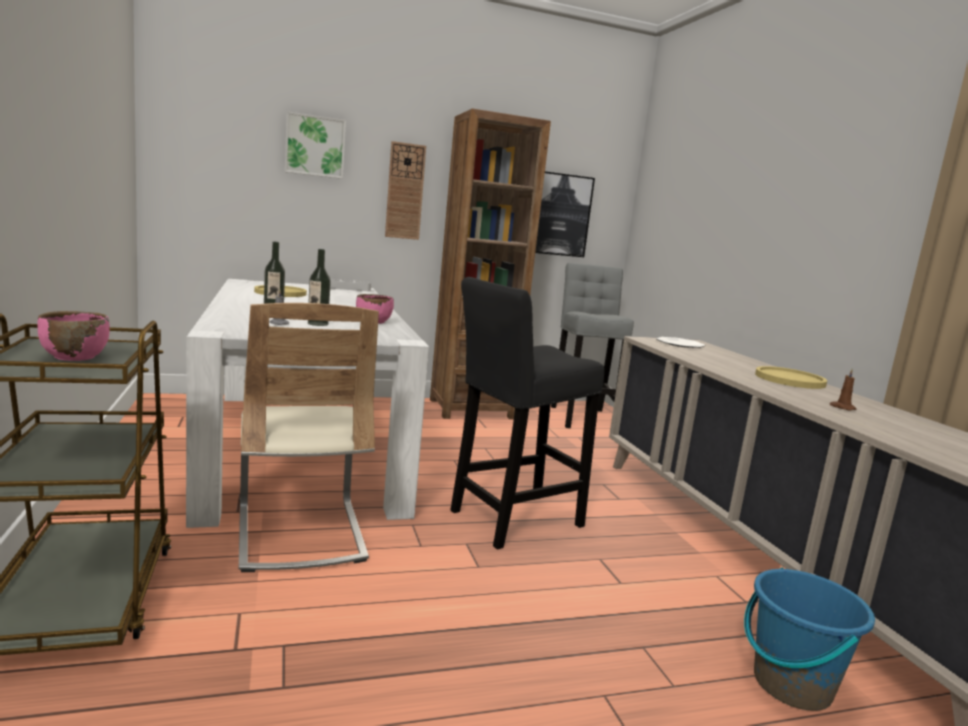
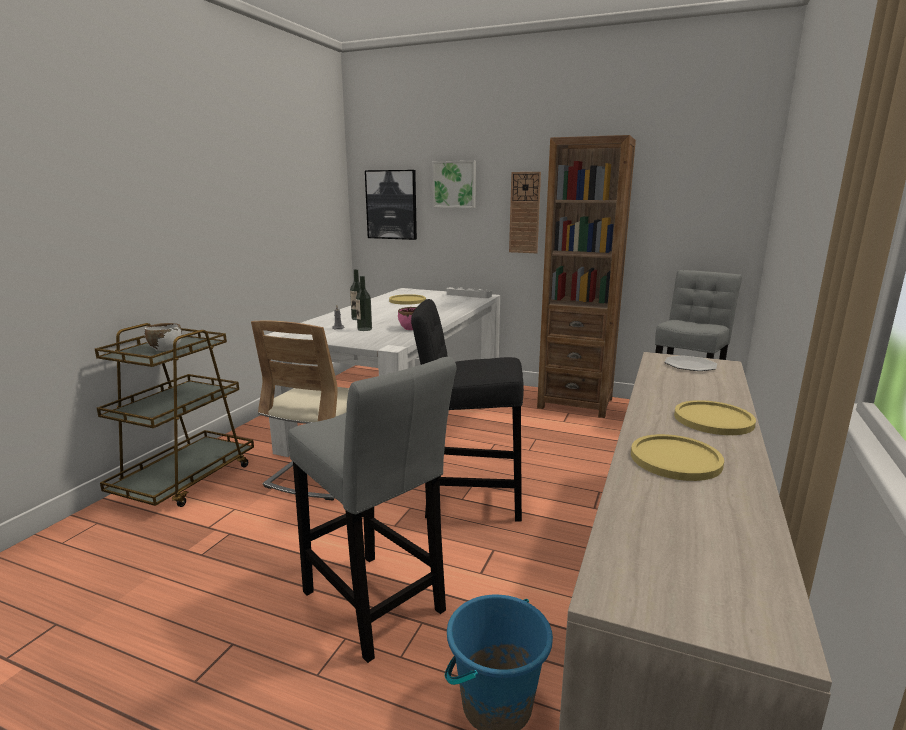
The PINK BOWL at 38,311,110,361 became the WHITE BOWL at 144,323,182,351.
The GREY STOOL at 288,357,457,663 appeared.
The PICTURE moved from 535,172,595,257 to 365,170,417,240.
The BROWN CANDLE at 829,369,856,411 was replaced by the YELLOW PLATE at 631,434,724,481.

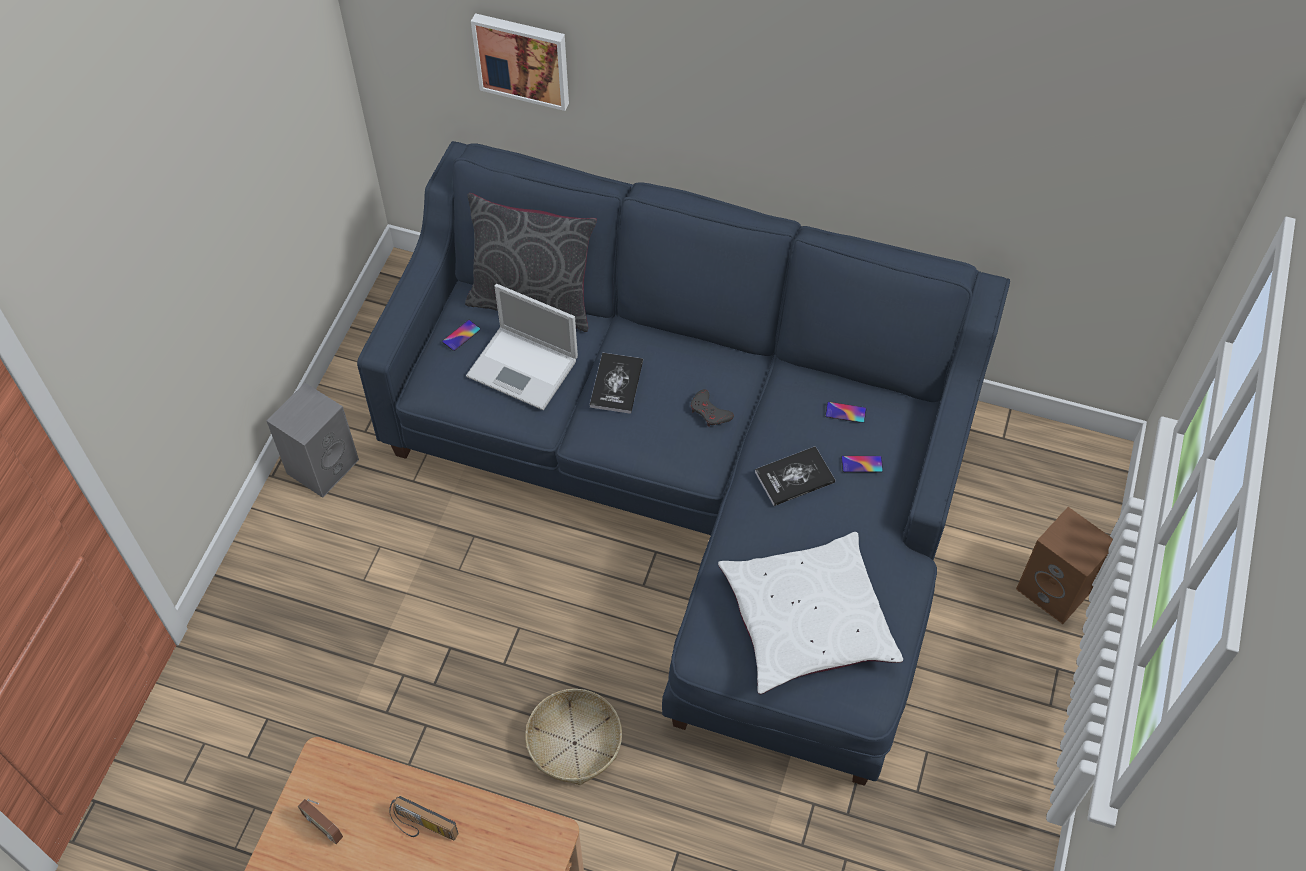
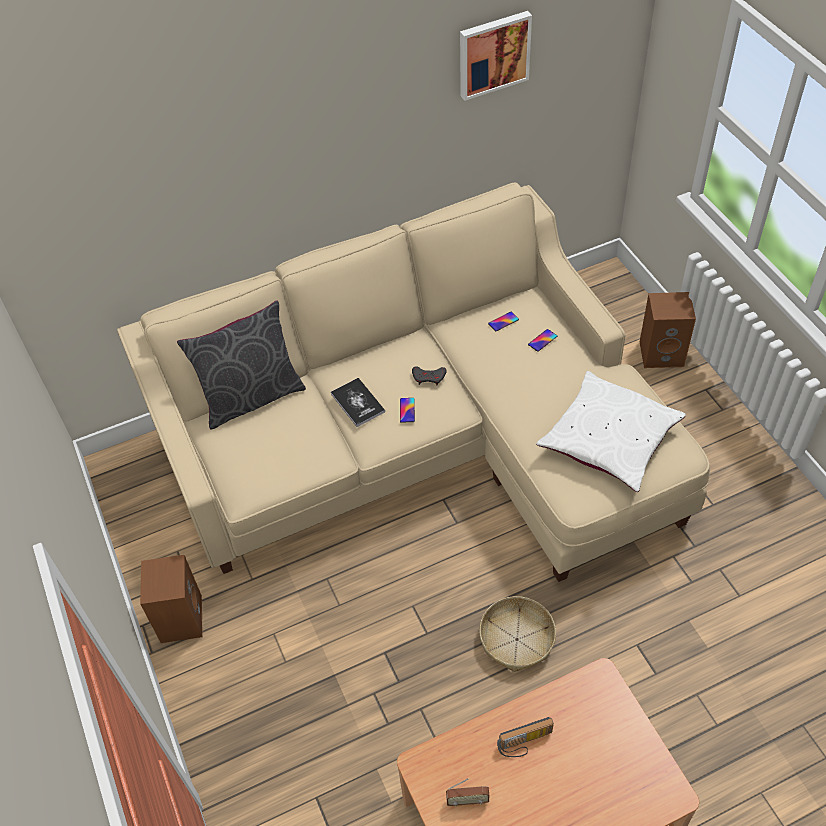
The BLUE SOFA at 357,141,1010,786 became the BEIGE SOFA at 117,183,710,582.
The GREY SPEAKER at 267,383,359,498 became the BROWN SPEAKER at 140,555,203,643.
The PHONE moved from 442,320,481,351 to 400,398,415,423.
The PICTURE moved from 471,13,569,111 to 460,11,532,101.
The LAPTOP at 466,284,578,410 disappeared.
The BOOK at 755,446,835,506 disappeared.

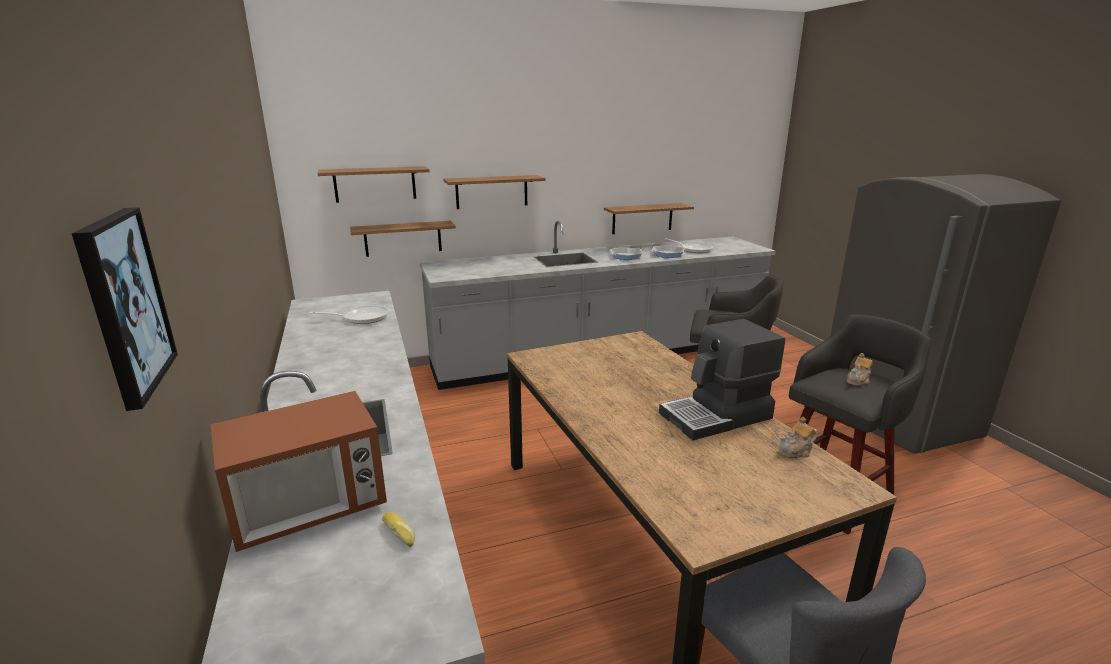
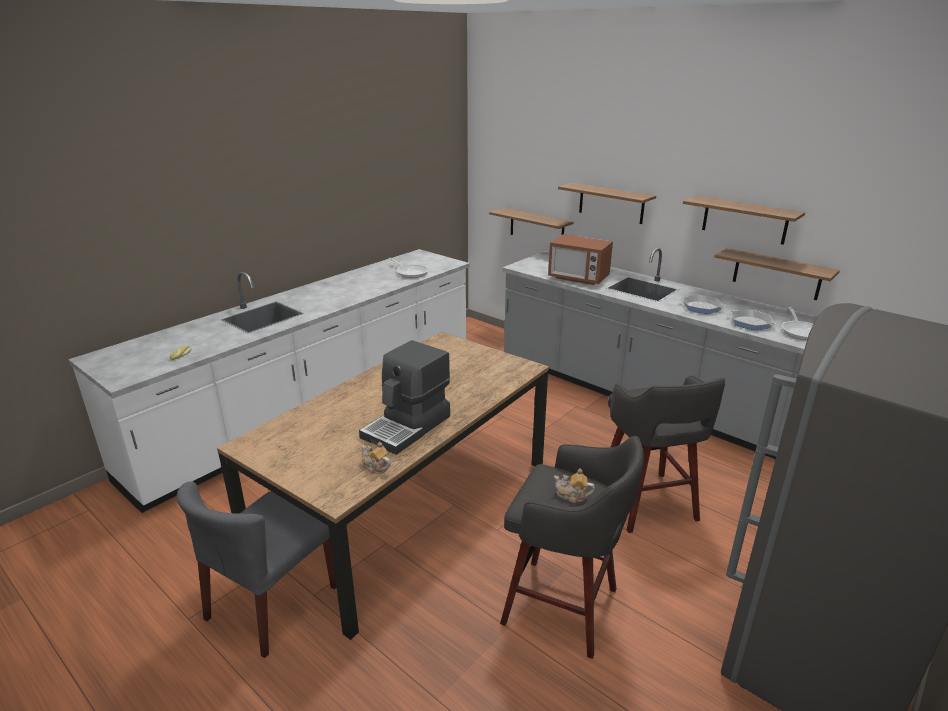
The COFFEE MACHINE at 659,319,785,440 turned 90 degrees counterclockwise.
The MICROWAVE moved from 211,391,387,552 to 548,234,613,285.
The SHELF moved from 318,166,430,203 to 683,196,805,245.
The PICTURE at 72,207,178,411 disappeared.

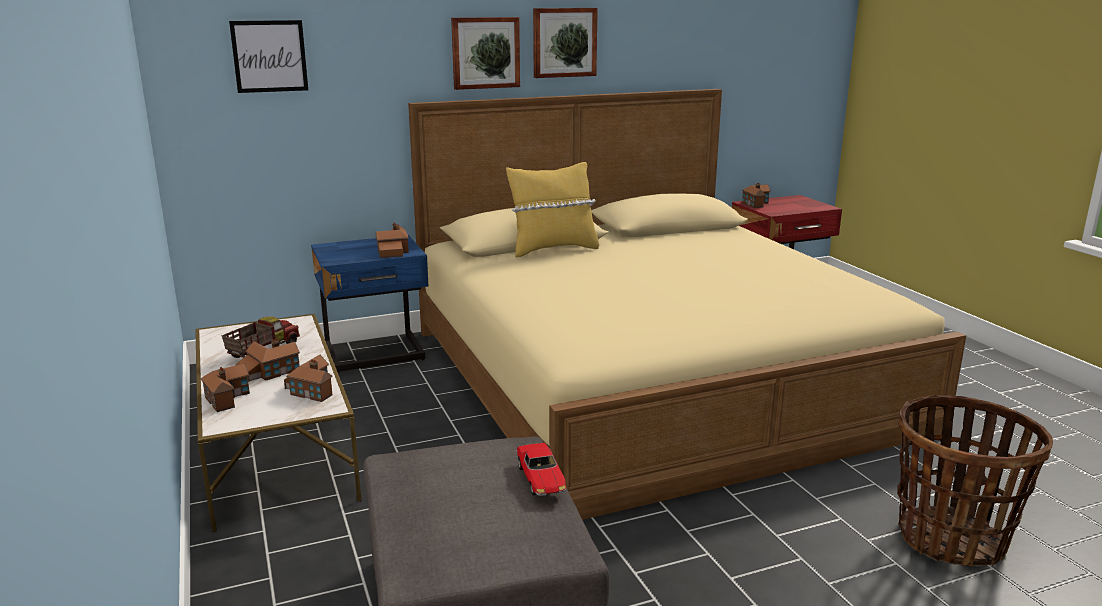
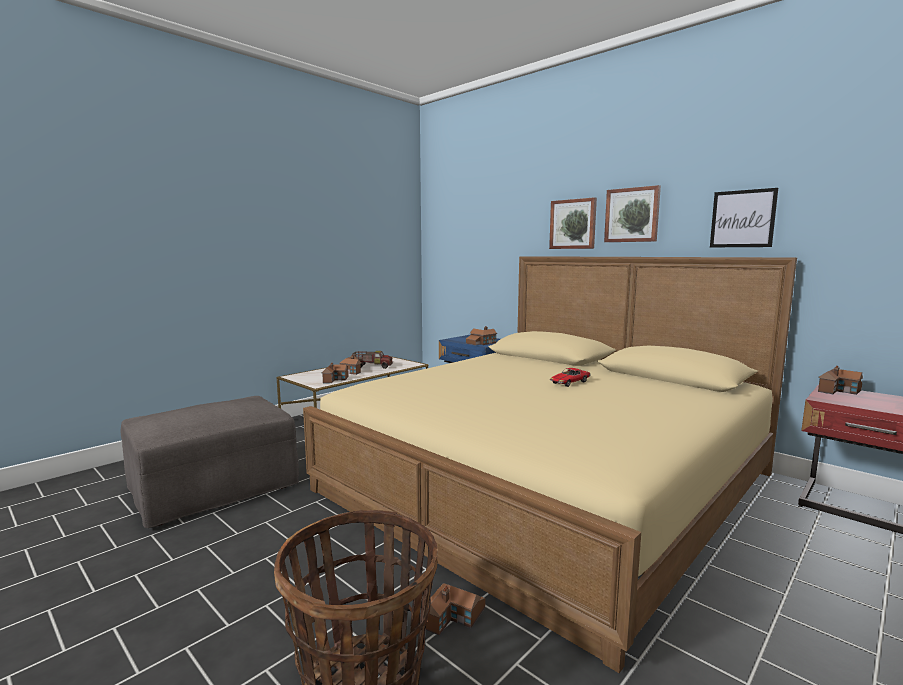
The TOY HOUSE moved from 200,363,250,412 to 426,583,485,635.
The TOY CAR moved from 516,443,566,496 to 550,368,591,387.
The PICTURE moved from 229,20,308,93 to 710,188,778,247.
The YELLOW PILLOW at 506,162,599,257 disappeared.

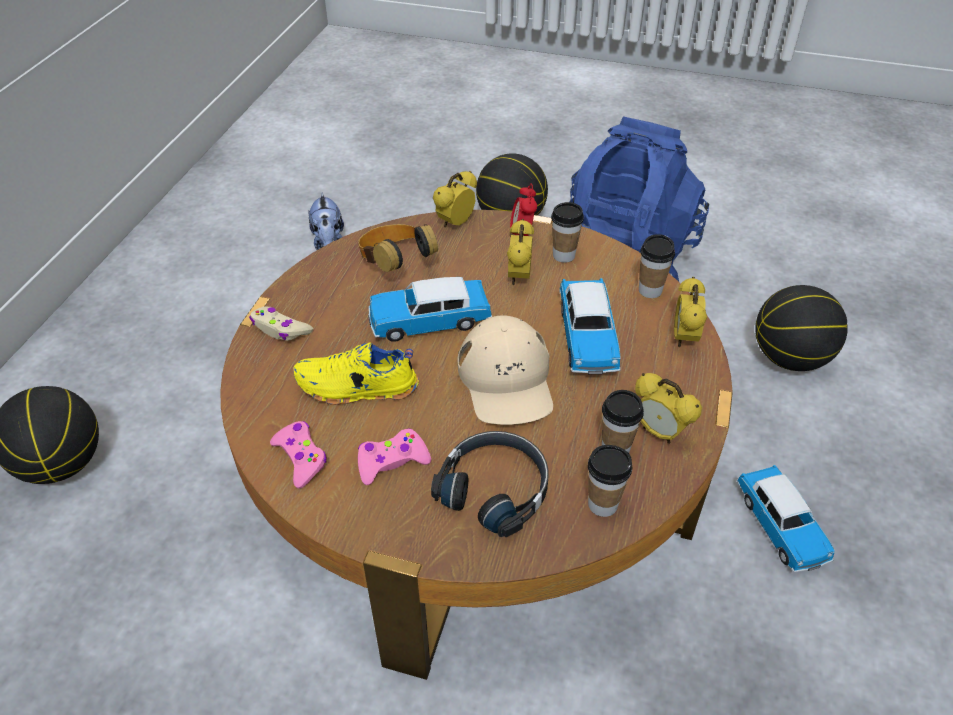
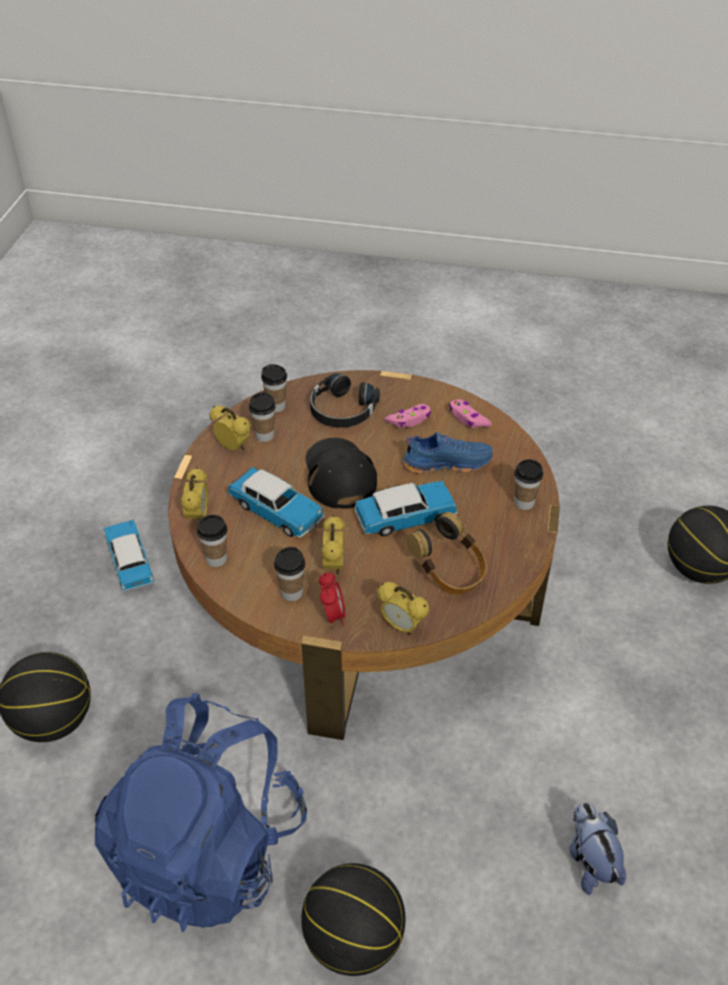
The TOY CAR at 560,278,621,374 turned 135 degrees clockwise.
The BEIGE CAP at 457,315,553,425 became the BLACK CAP at 305,438,377,509.
The ALARM CLOCK at 433,171,477,227 turned 90 degrees clockwise.
The YELLOW SHOE at 293,342,419,405 became the BLUE SHOE at 403,432,493,474.
The BEIGE GAME CONTROLLER at 249,307,313,341 was replaced by the CUP at 514,459,543,510.

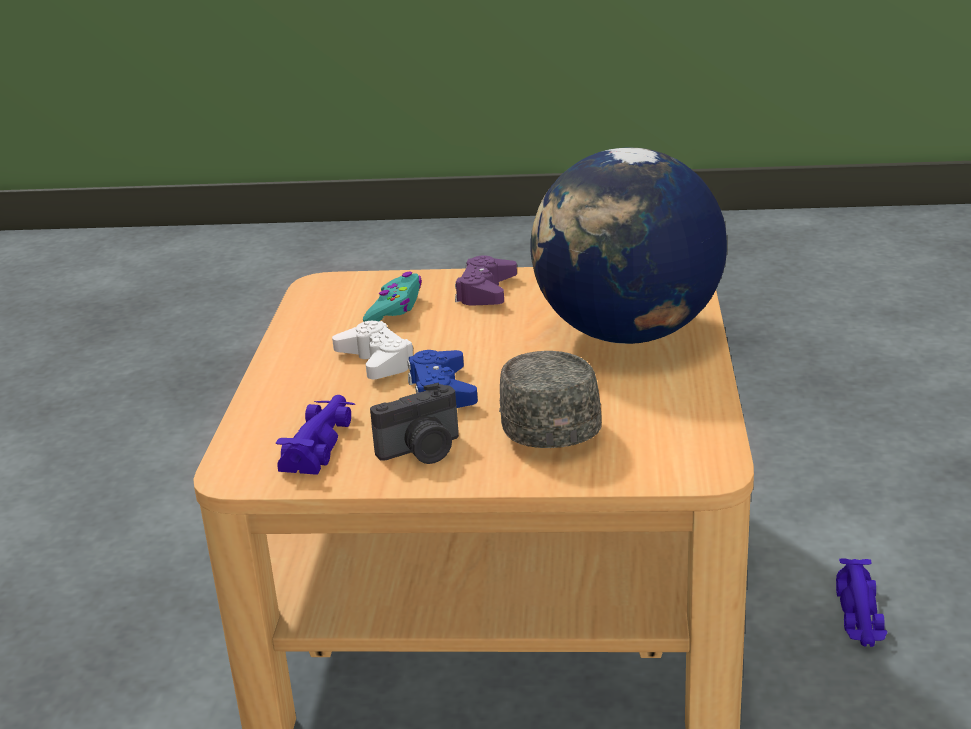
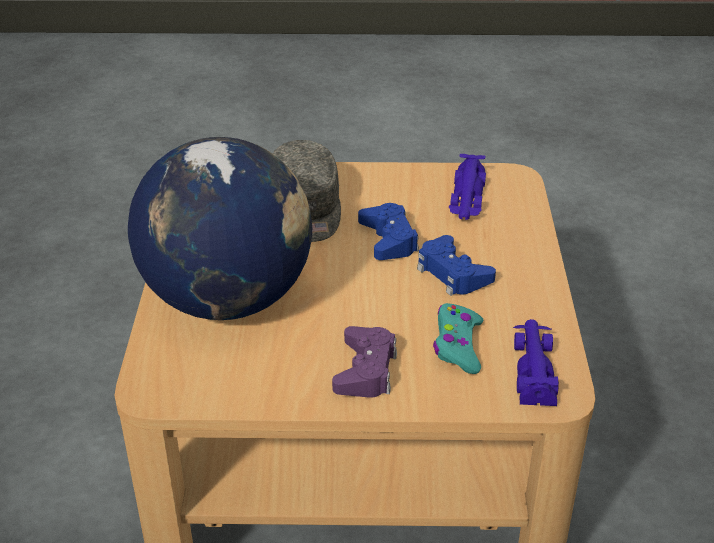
The WHITE GAME CONTROLLER at 332,321,413,379 became the BLUE GAME CONTROLLER at 417,235,496,296.
The PURPLE TOY CAR moved from 836,558,887,647 to 513,319,559,406.
The PHOTO CAMERA at 370,383,459,464 disappeared.

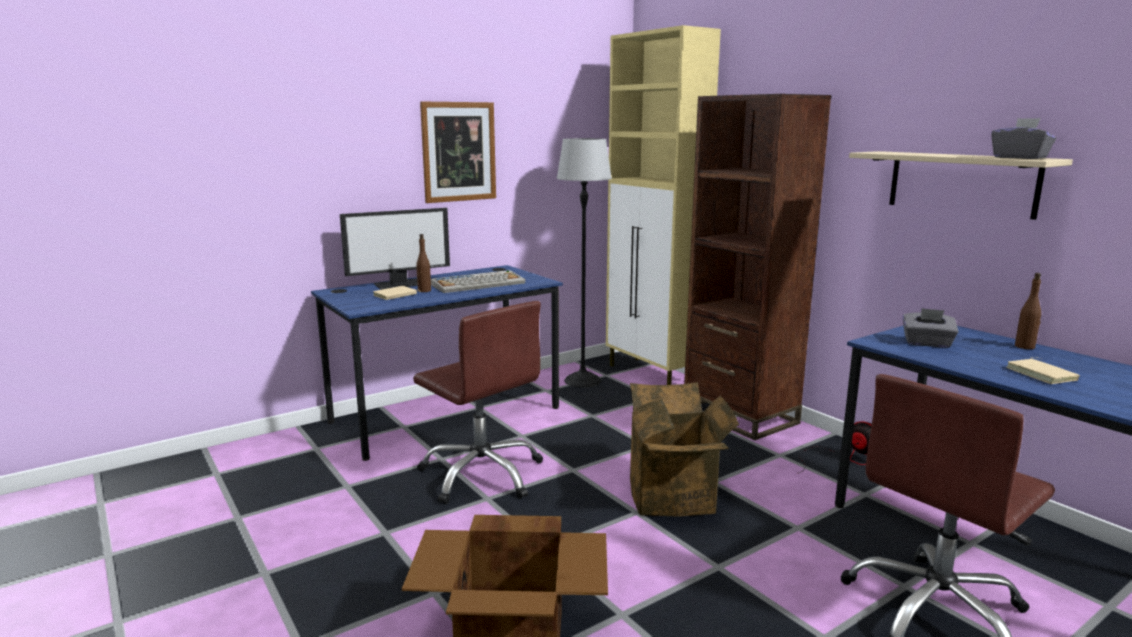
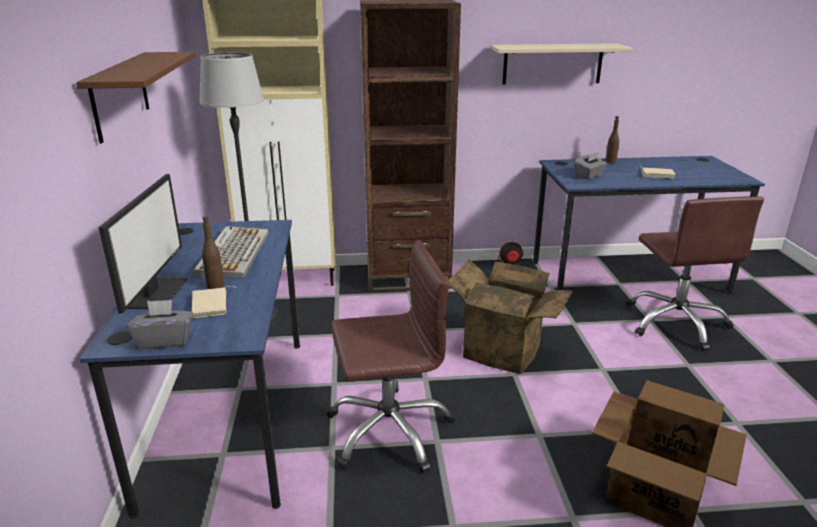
The PICTURE at 420,102,496,203 was replaced by the BROWN SHELF at 76,52,195,143.
The GREY TISSUE BOX moved from 991,118,1056,159 to 127,300,193,349.

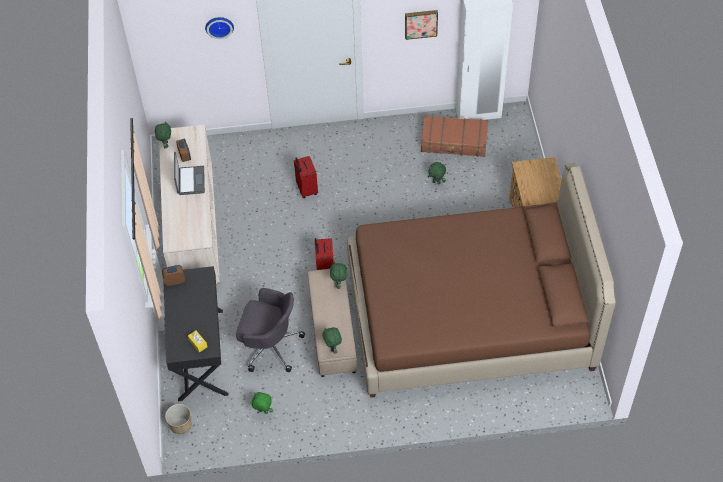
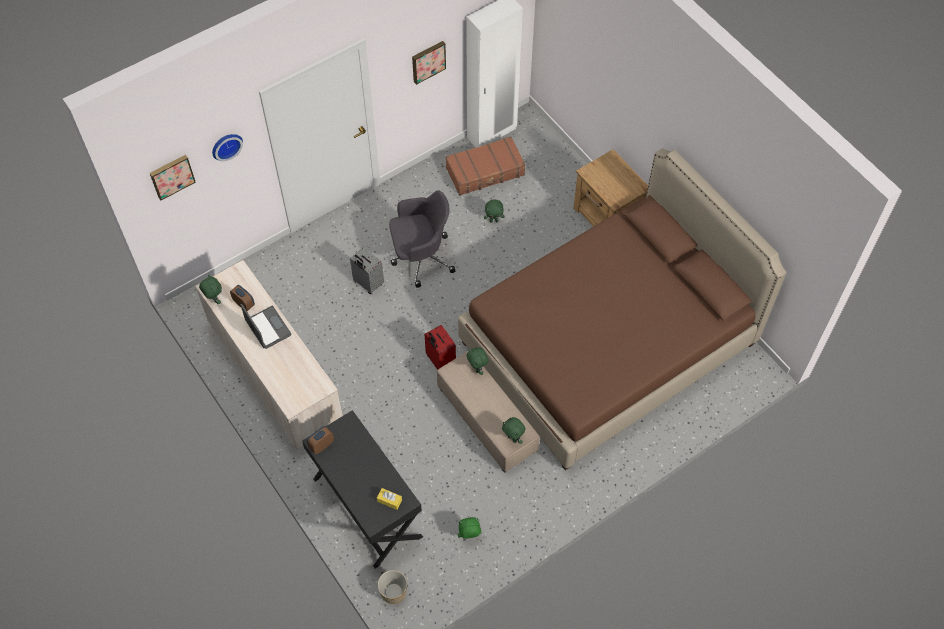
The PICTURE at 150,155,196,200 appeared.
The RED SUITCASE at 294,156,318,198 became the GREY SUITCASE at 350,247,384,294.
The GREY OFFICE CHAIR moved from 236,288,305,372 to 389,190,455,288.

